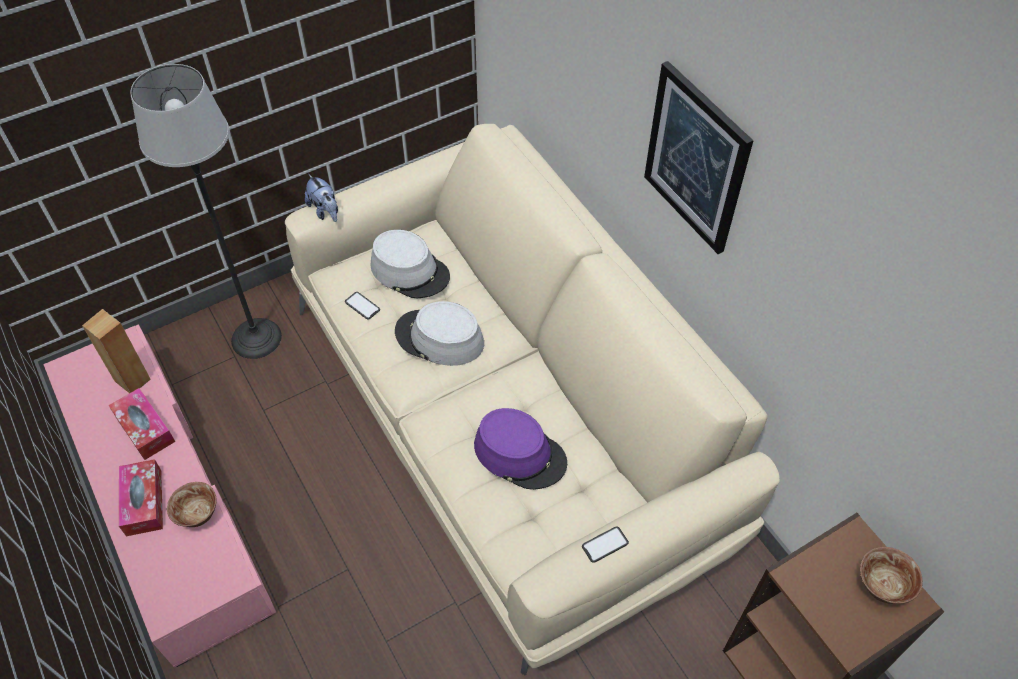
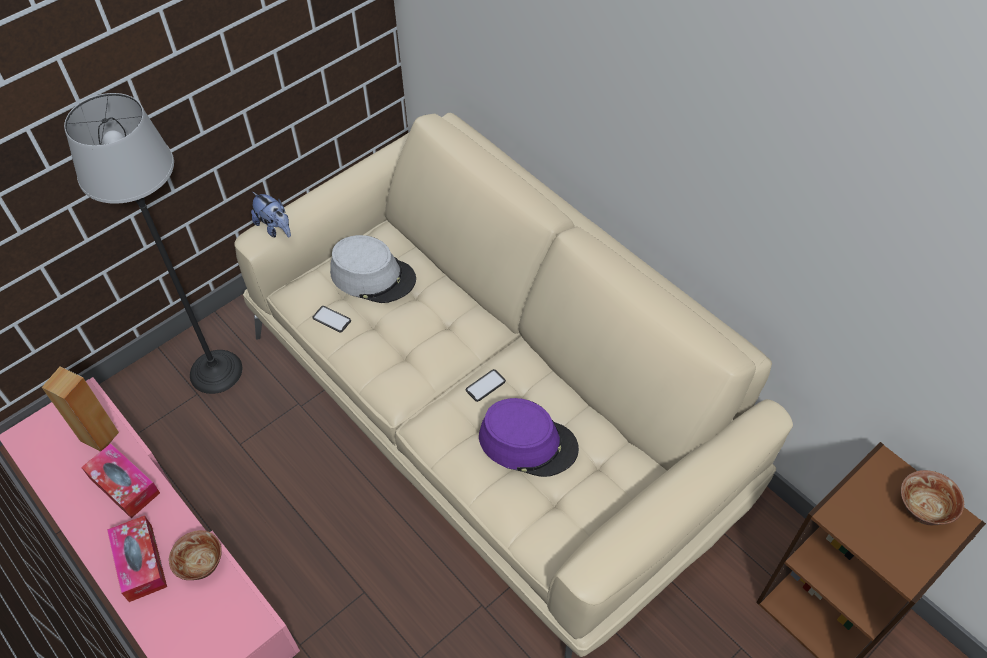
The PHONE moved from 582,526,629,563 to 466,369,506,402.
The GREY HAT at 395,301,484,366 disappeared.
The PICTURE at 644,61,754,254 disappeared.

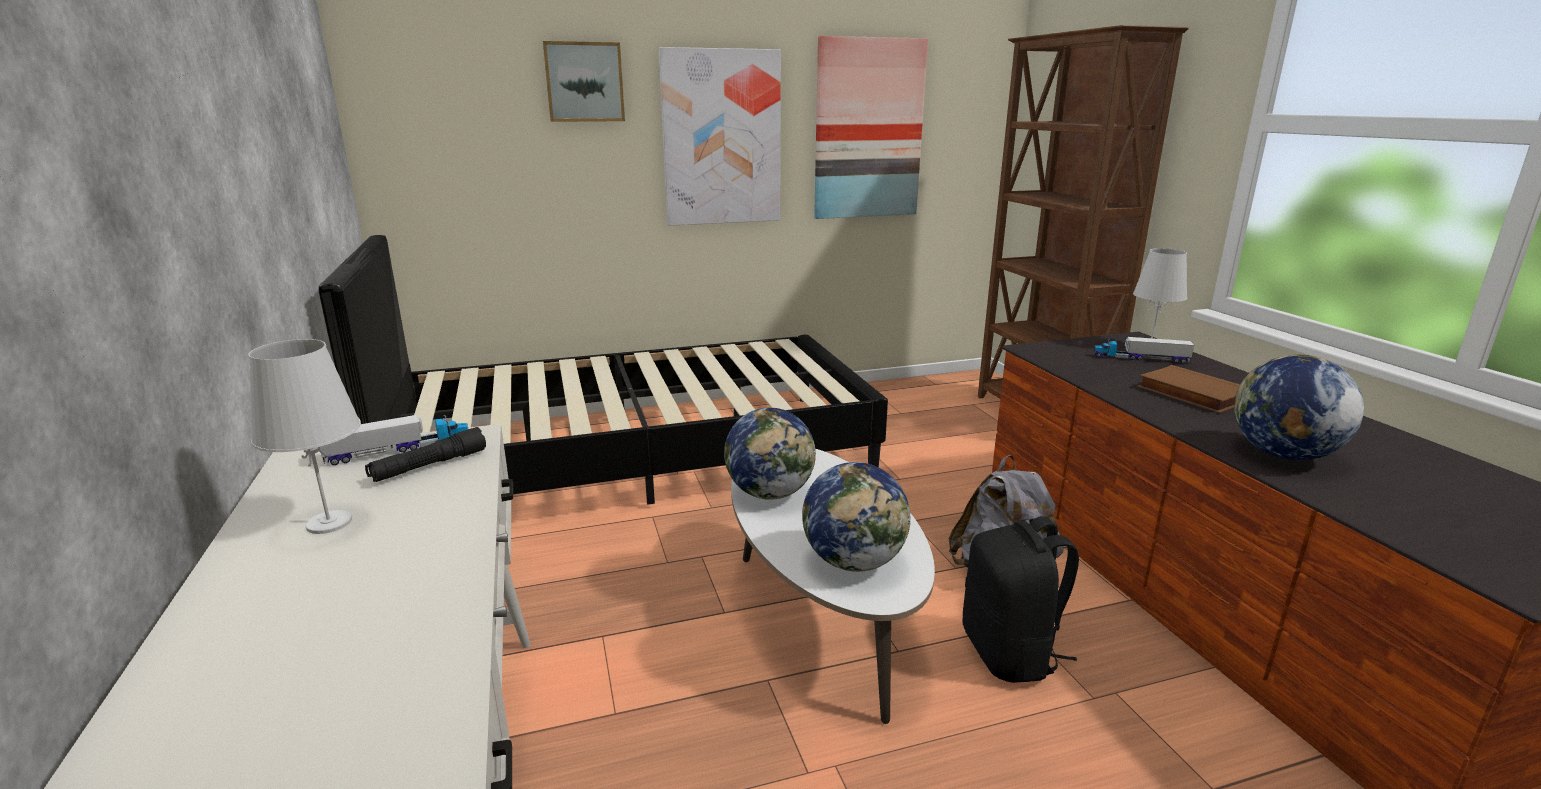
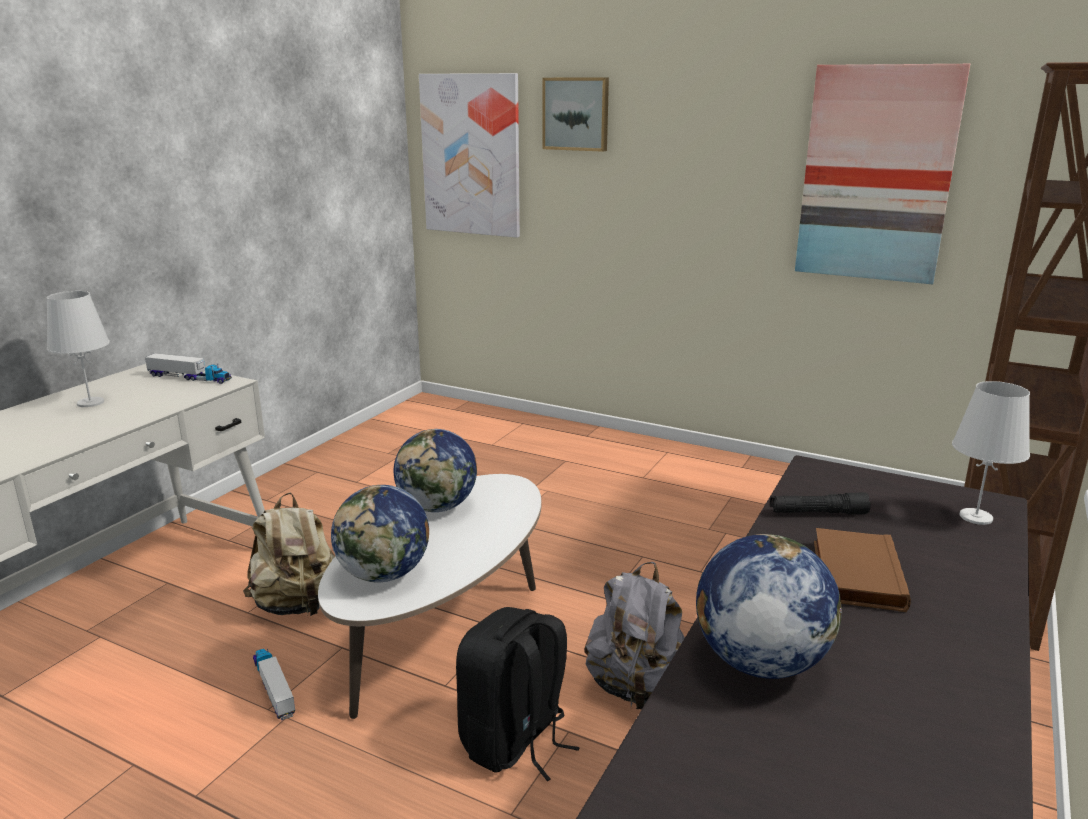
The BEIGE BACKPACK at 243,492,335,616 appeared.
The TOY TRUCK moved from 1093,337,1194,364 to 253,649,295,720.
The PICTURE moved from 659,47,781,226 to 419,73,520,238.
The BLACK FLASHLIGHT moved from 365,427,486,482 to 770,493,871,514.
The BLACK BED at 318,235,888,505 disappeared.

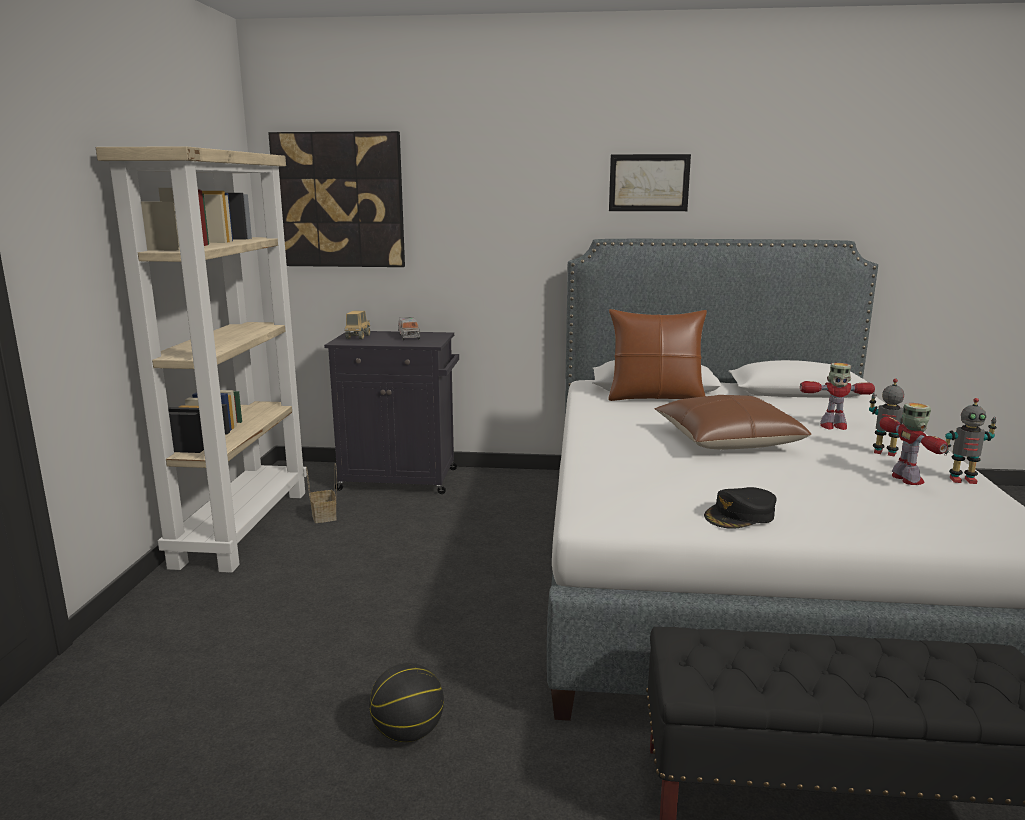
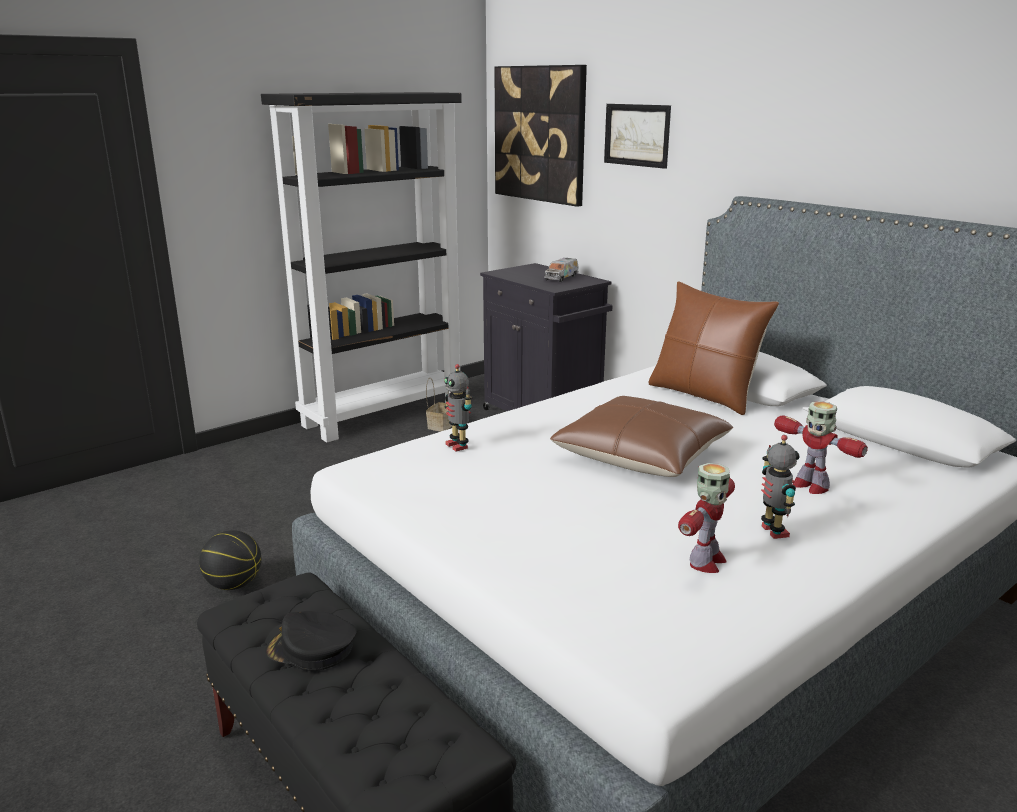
The BEIGE BOOKCASE at 96,146,307,573 became the BLACK BOOKCASE at 261,92,462,443.
The BLACK CAP moved from 704,487,777,529 to 265,611,357,671.
The TOY ROBOT moved from 944,398,997,484 to 444,364,473,452.
The PICTURE moved from 609,154,691,211 to 604,104,671,169.
The TOY TRUCK at 345,310,370,339 disappeared.

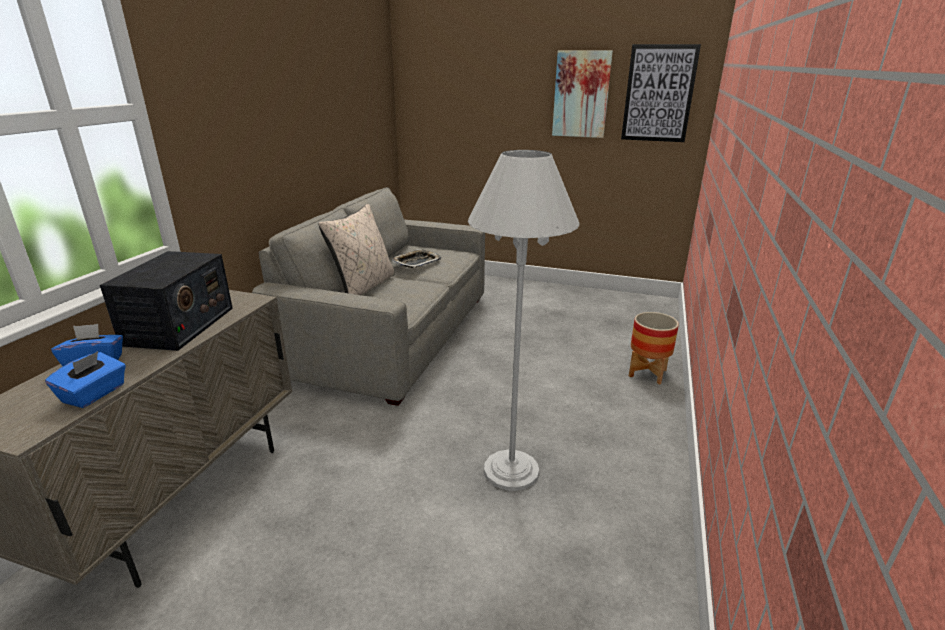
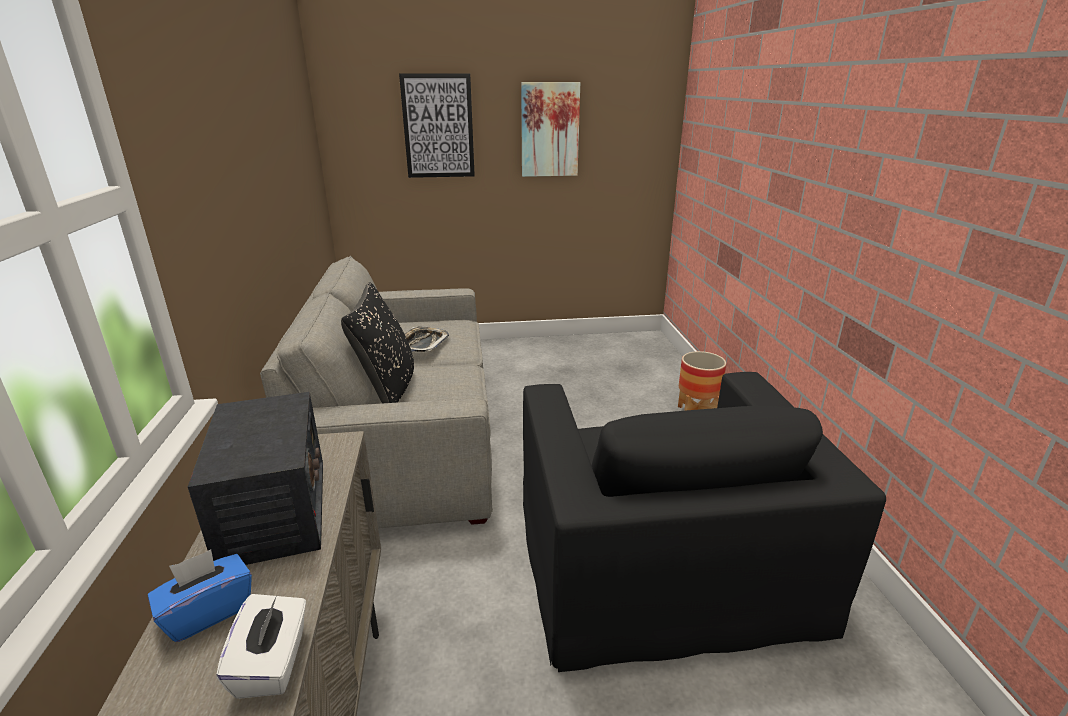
The BLUE TISSUE BOX at 45,351,126,408 became the WHITE TISSUE BOX at 216,594,306,699.
The BEIGE PILLOW at 318,204,394,295 became the BLACK PILLOW at 341,283,414,403.
The PICTURE moved from 621,44,701,142 to 399,73,475,178.
The WHITE FLOOR LAMP at 468,150,580,491 was replaced by the BLACK ARMCHAIR at 523,372,886,672.

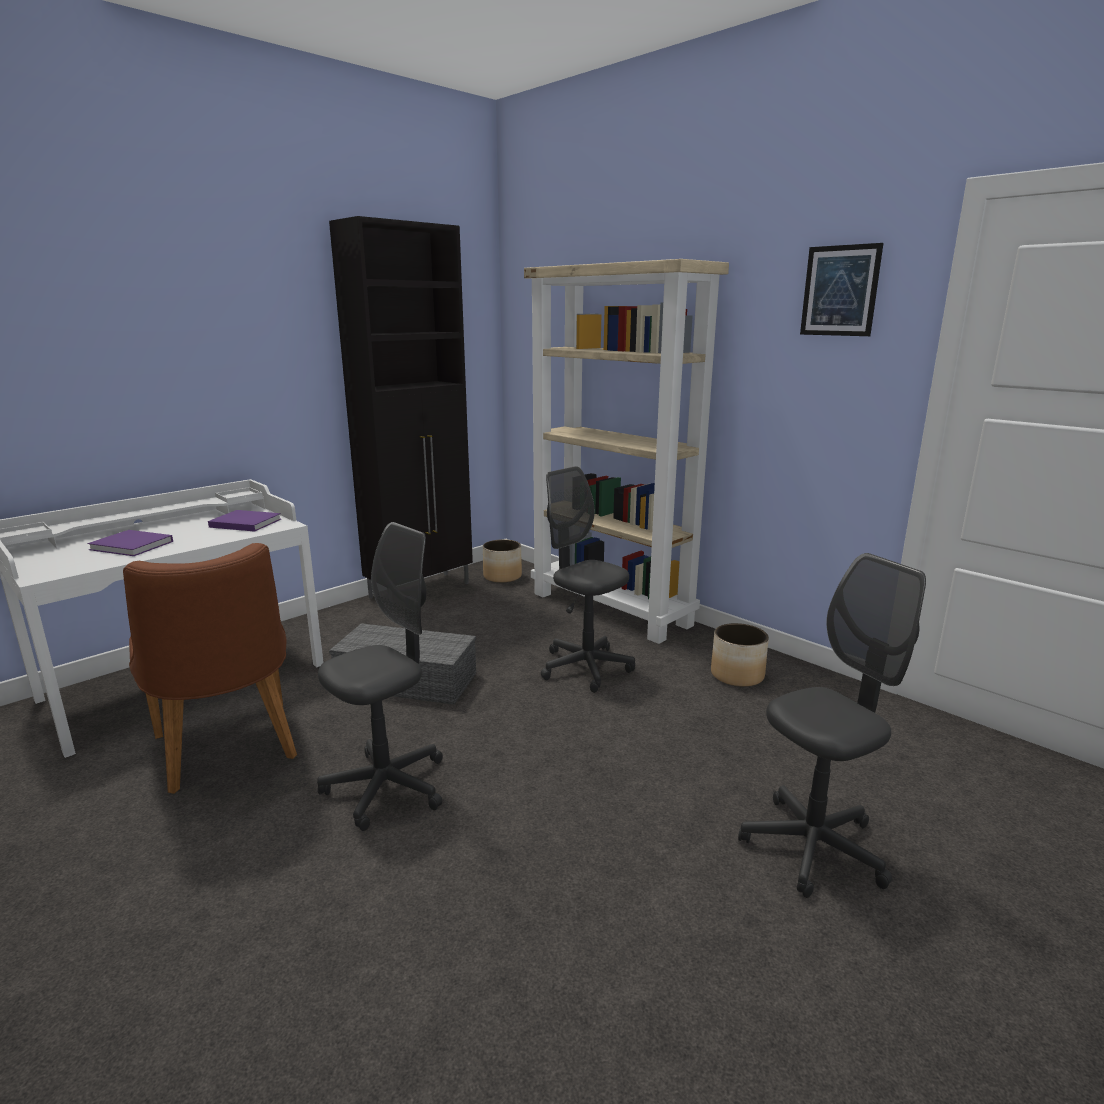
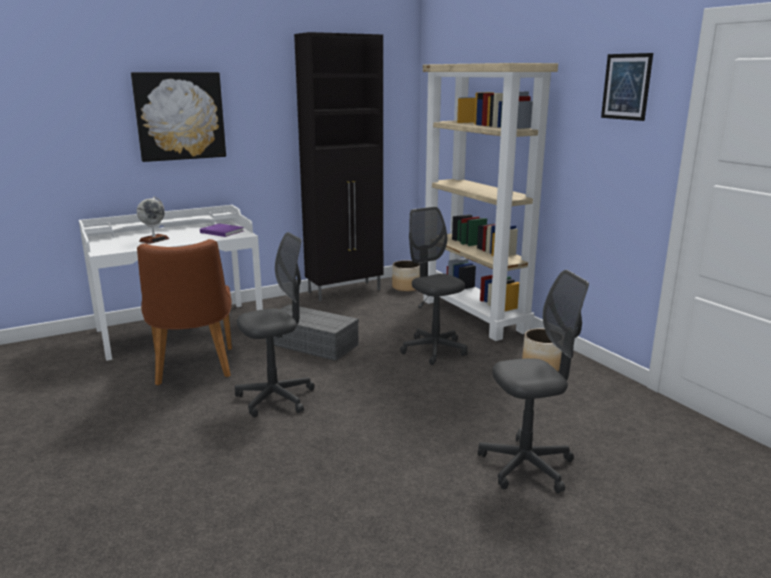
The PICTURE at 131,72,226,162 appeared.
The PURPLE BOOK at 88,530,173,556 was replaced by the GLOBE at 137,196,169,244.

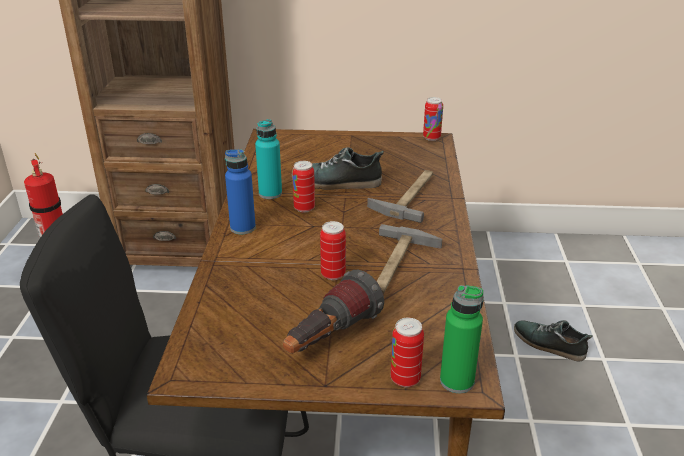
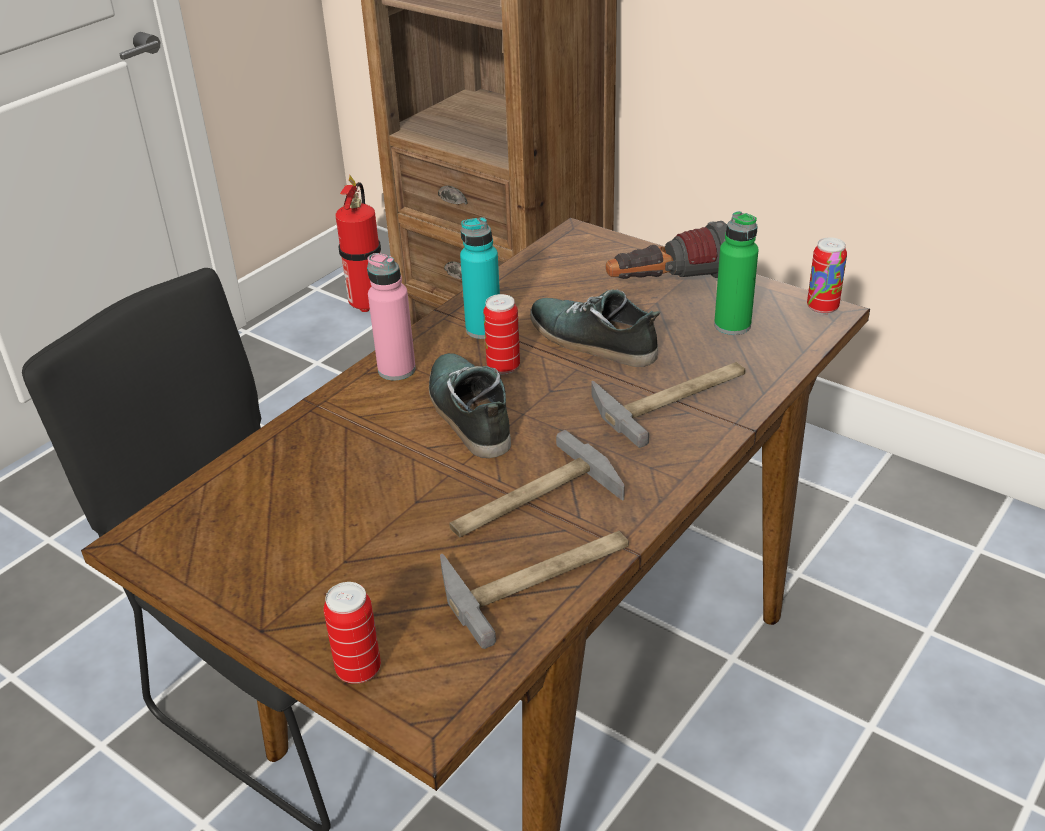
The BLUE BOTTLE at 225,149,256,235 became the PINK BOTTLE at 367,253,416,380.
The SHOE moved from 514,320,593,361 to 429,353,511,458.
The HAMMER at 440,531,629,649 appeared.
The FLASHLIGHT moved from 283,270,384,354 to 606,221,727,279.
The GREEN BOTTLE moved from 440,285,484,393 to 714,211,759,335.
The CAN at 320,221,346,280 disappeared.

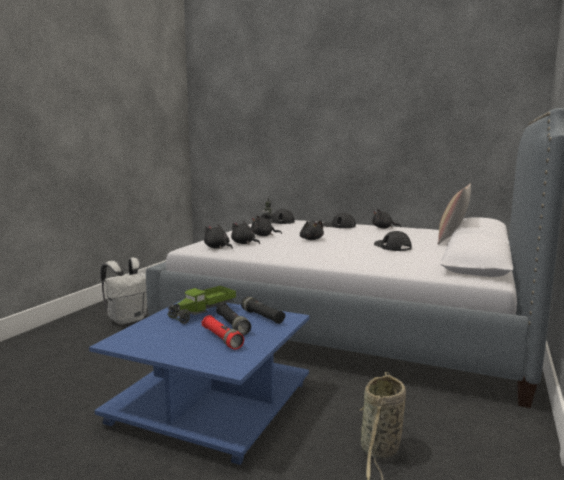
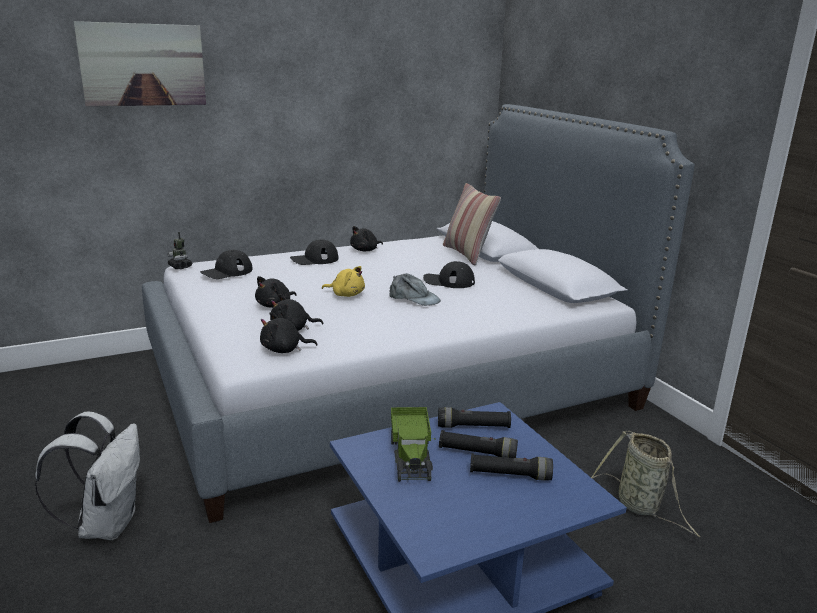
The PICTURE at 74,21,206,106 appeared.
The BLACK PLUSH TOY at 300,220,324,240 became the YELLOW PLUSH TOY at 322,266,365,297.
The GREY CAP at 389,273,441,306 appeared.
The RED FLASHLIGHT at 202,315,244,350 became the BLACK FLASHLIGHT at 470,453,553,481.

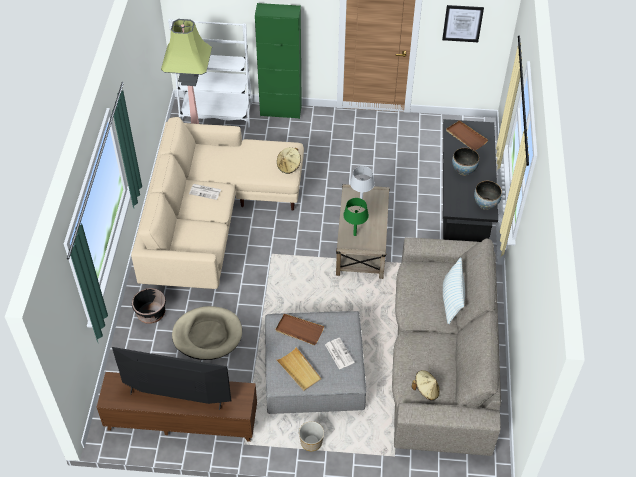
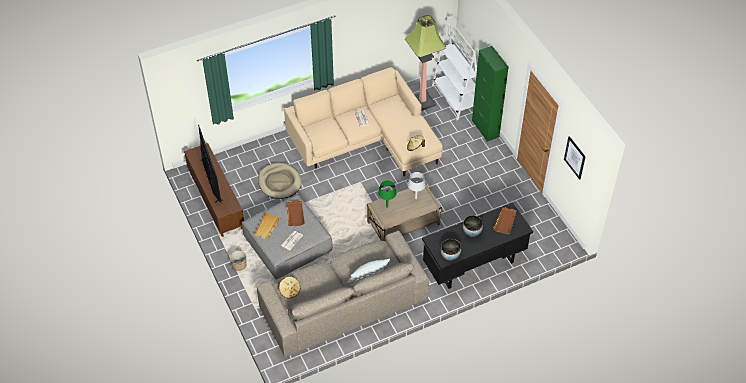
The BLACK PLANTER at 132,288,166,324 disappeared.

